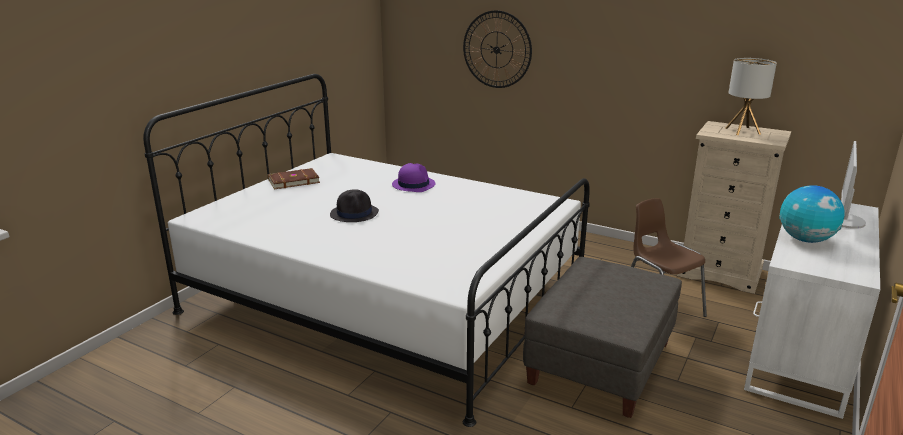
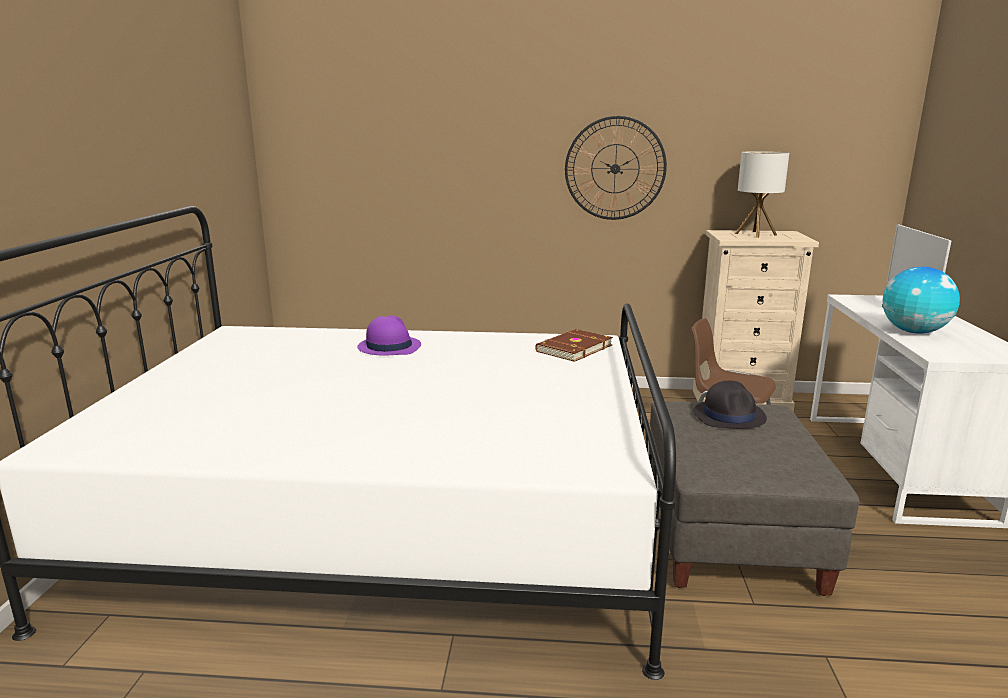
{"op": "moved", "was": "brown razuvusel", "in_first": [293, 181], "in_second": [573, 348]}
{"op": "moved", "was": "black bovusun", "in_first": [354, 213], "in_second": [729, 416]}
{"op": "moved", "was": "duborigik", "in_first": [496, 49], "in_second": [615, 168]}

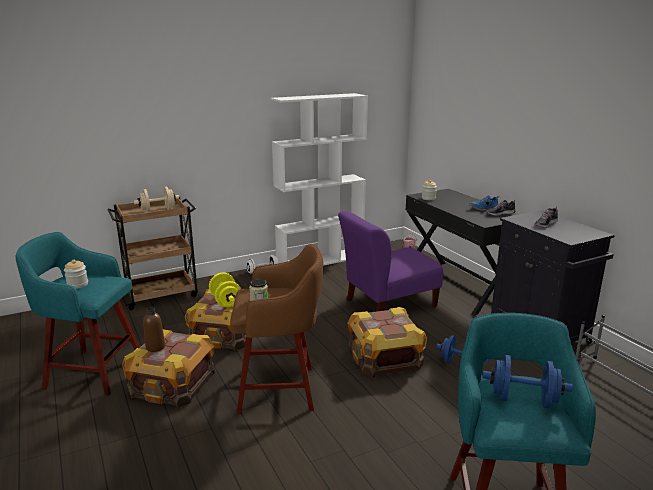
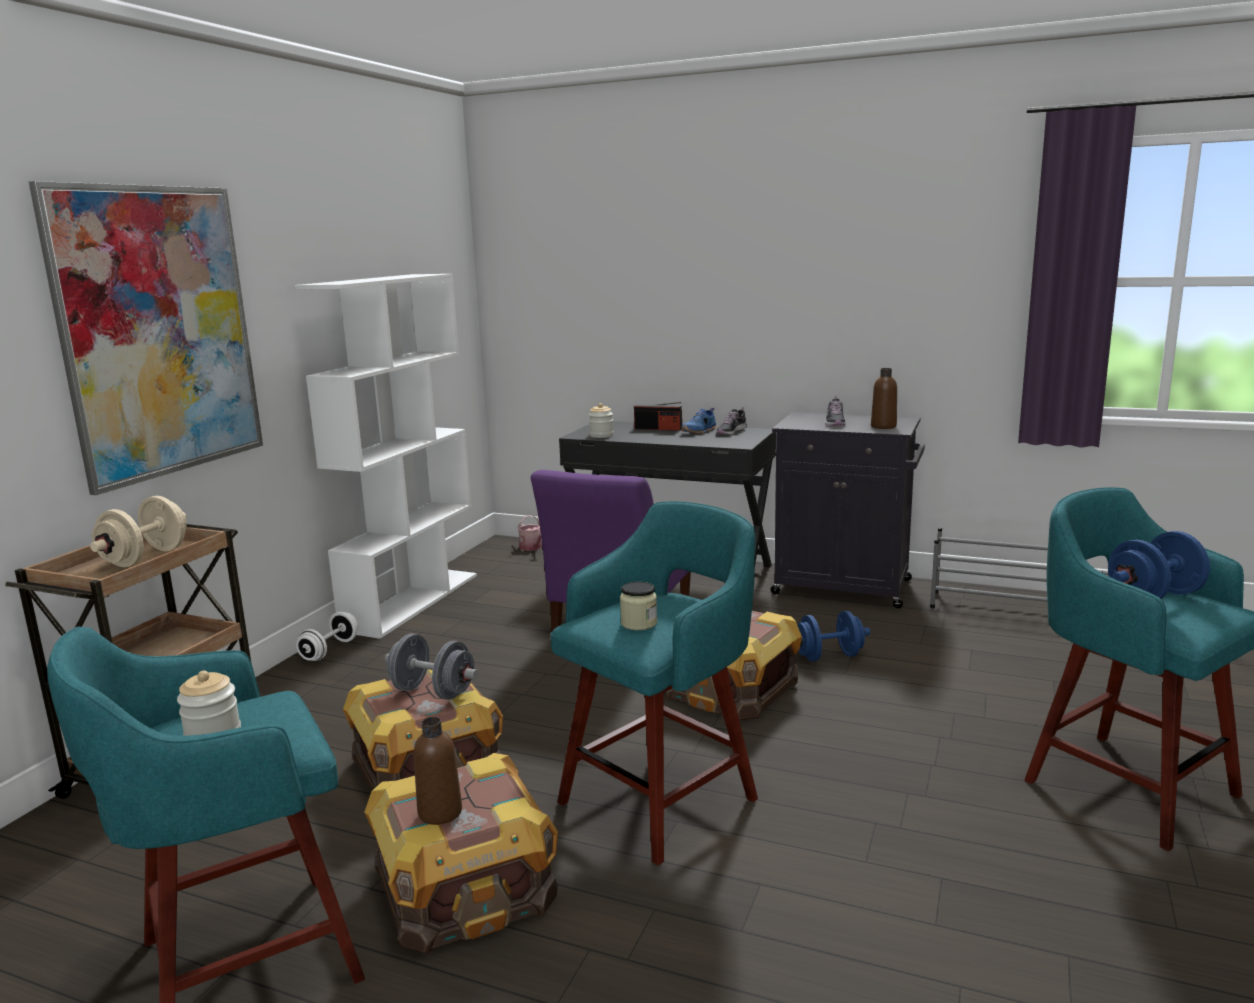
{"op": "added", "now": "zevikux", "in_second": [159, 332]}
{"op": "added", "now": "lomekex", "in_second": [658, 429]}
{"op": "added", "now": "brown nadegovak", "in_second": [883, 426]}
{"op": "recoloured", "was": "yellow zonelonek", "now": "grey zonelonek", "in_first": [226, 301], "in_second": [433, 692]}
{"op": "recoloured", "was": "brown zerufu", "now": "turquoise zerufu", "in_first": [280, 389], "in_second": [662, 798]}

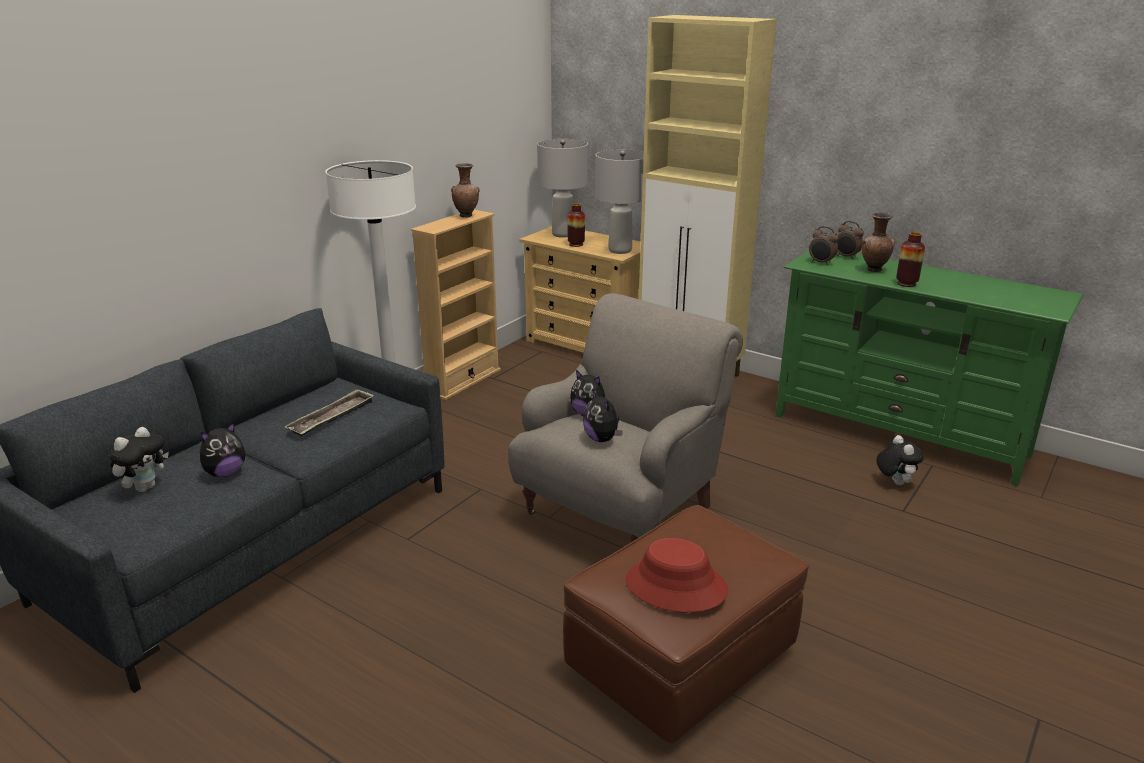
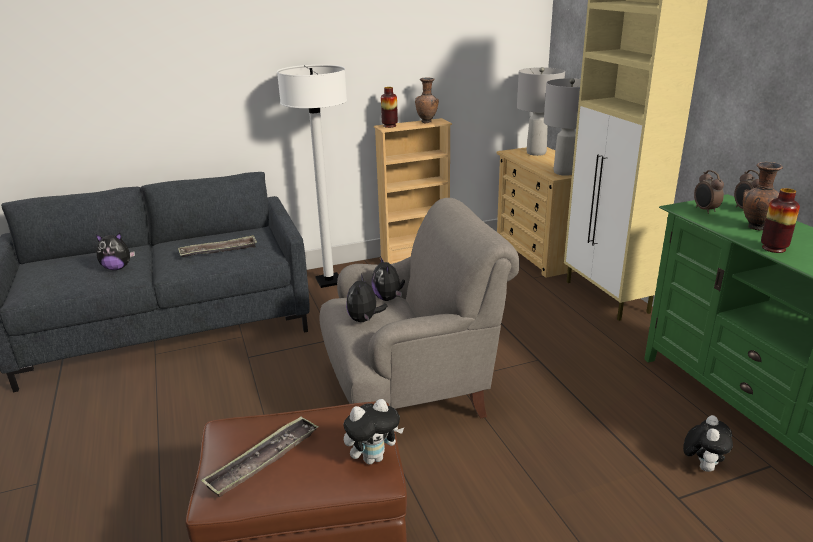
{"op": "moved", "was": "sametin", "in_first": [145, 487], "in_second": [373, 458]}
{"op": "moved", "was": "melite", "in_first": [576, 244], "in_second": [389, 126]}
{"op": "replaced", "was": "red bovusun", "now": "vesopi", "in_first": [675, 586], "in_second": [263, 460]}

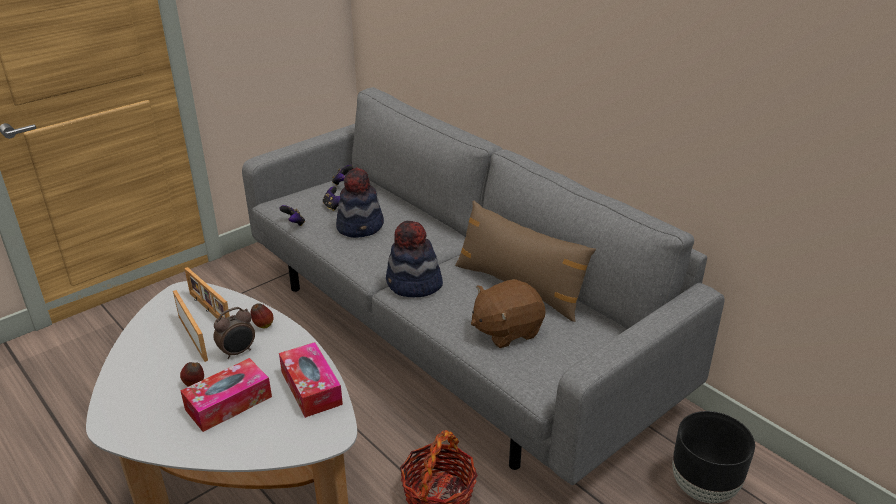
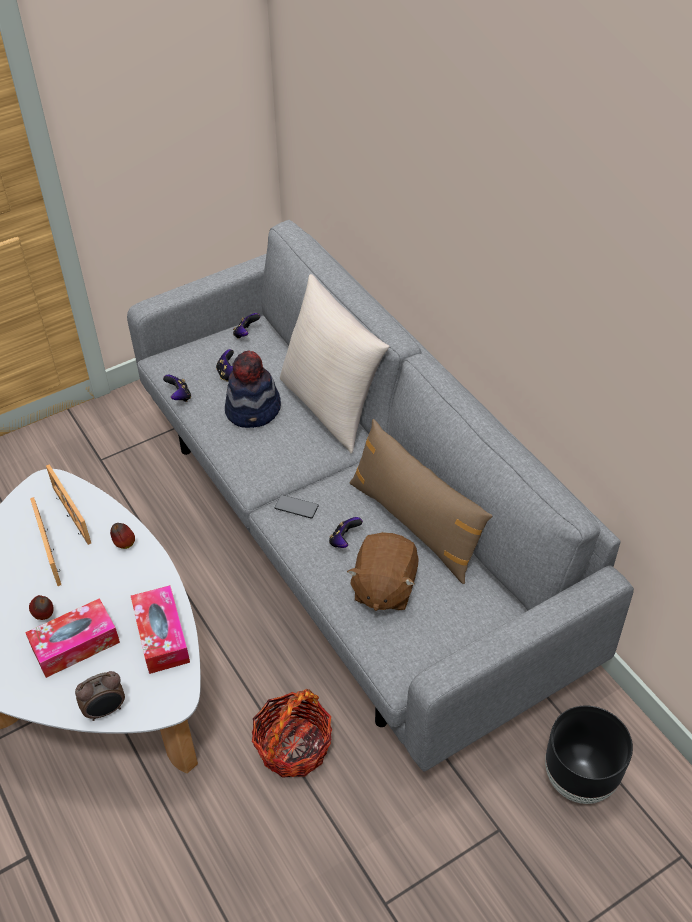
{"op": "added", "now": "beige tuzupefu", "in_second": [331, 406]}
{"op": "added", "now": "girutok", "in_second": [344, 540]}
{"op": "moved", "was": "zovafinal", "in_first": [238, 352], "in_second": [106, 710]}
{"op": "replaced", "was": "bovusun", "now": "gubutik", "in_first": [414, 285], "in_second": [296, 507]}
{"op": "turned", "was": "brown sametin", "in_first": [506, 330], "in_second": [383, 587], "clockwise": -60}

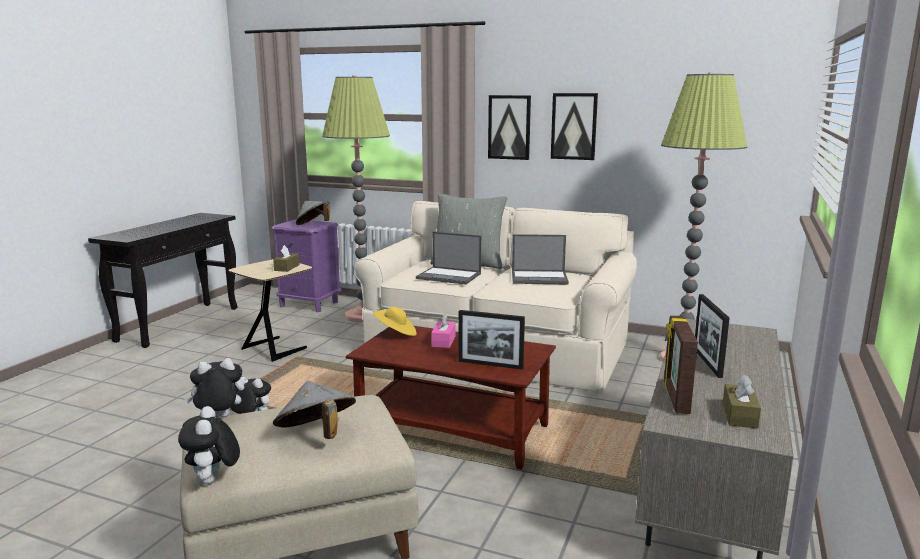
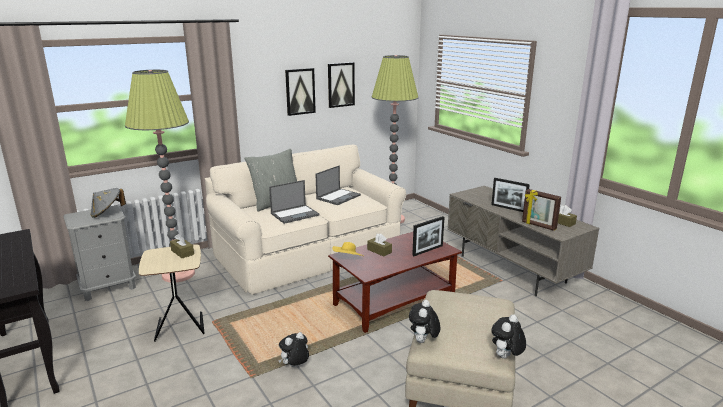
{"op": "removed", "was": "grey bovusun", "in_first": [316, 435]}
{"op": "moved", "was": "zevikux", "in_first": [509, 127], "in_second": [340, 84]}
{"op": "recoloured", "was": "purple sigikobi", "now": "grey sigikobi", "in_first": [309, 304], "in_second": [108, 287]}
{"op": "recoloured", "was": "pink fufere", "now": "brown fufere", "in_first": [443, 341], "in_second": [379, 251]}
{"op": "turned", "was": "sametin", "in_first": [213, 481], "in_second": [506, 357], "clockwise": 105}

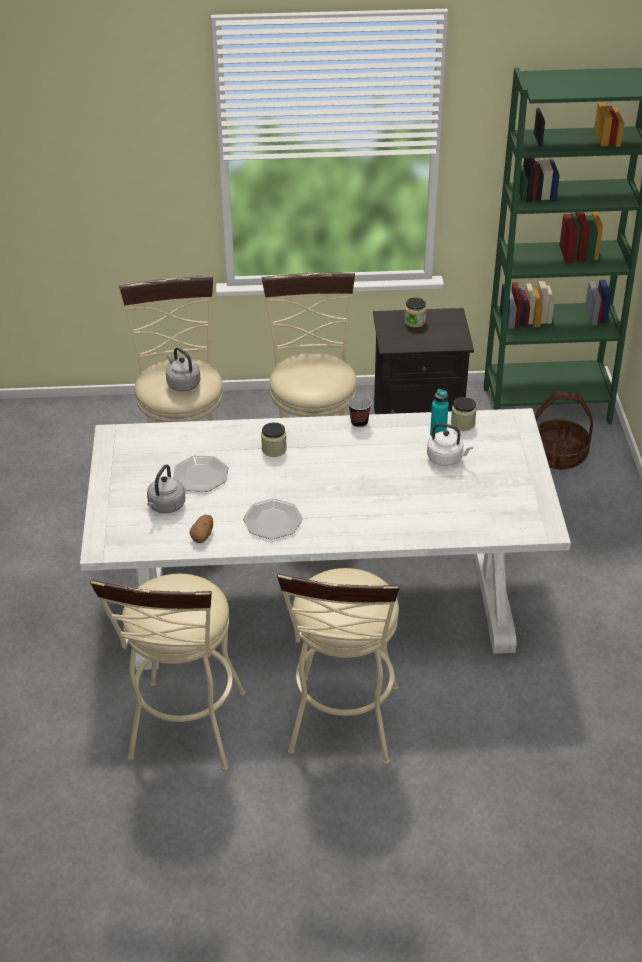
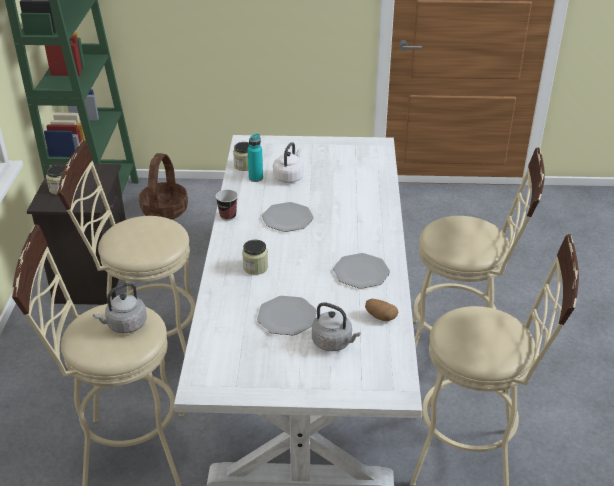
{"op": "added", "now": "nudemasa", "in_second": [287, 218]}

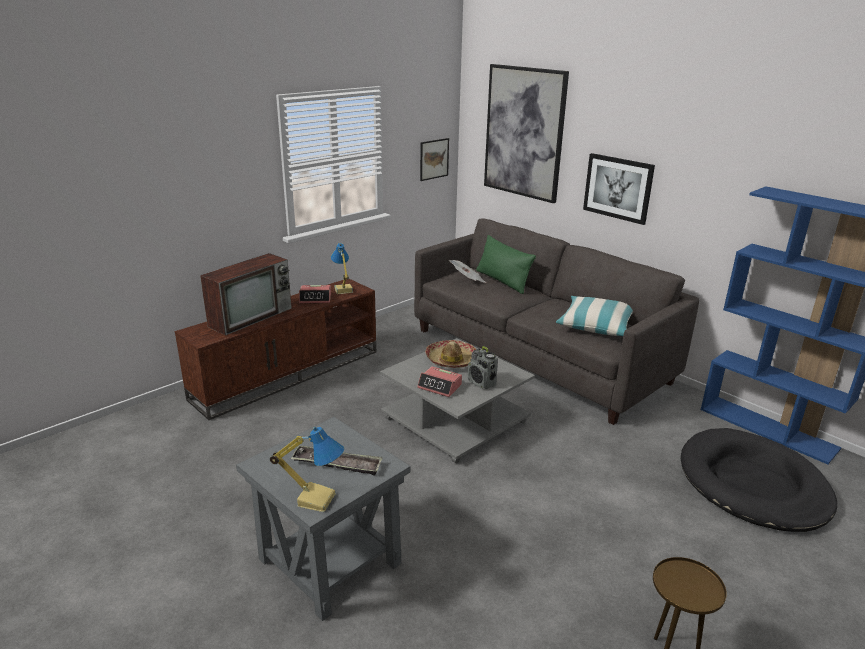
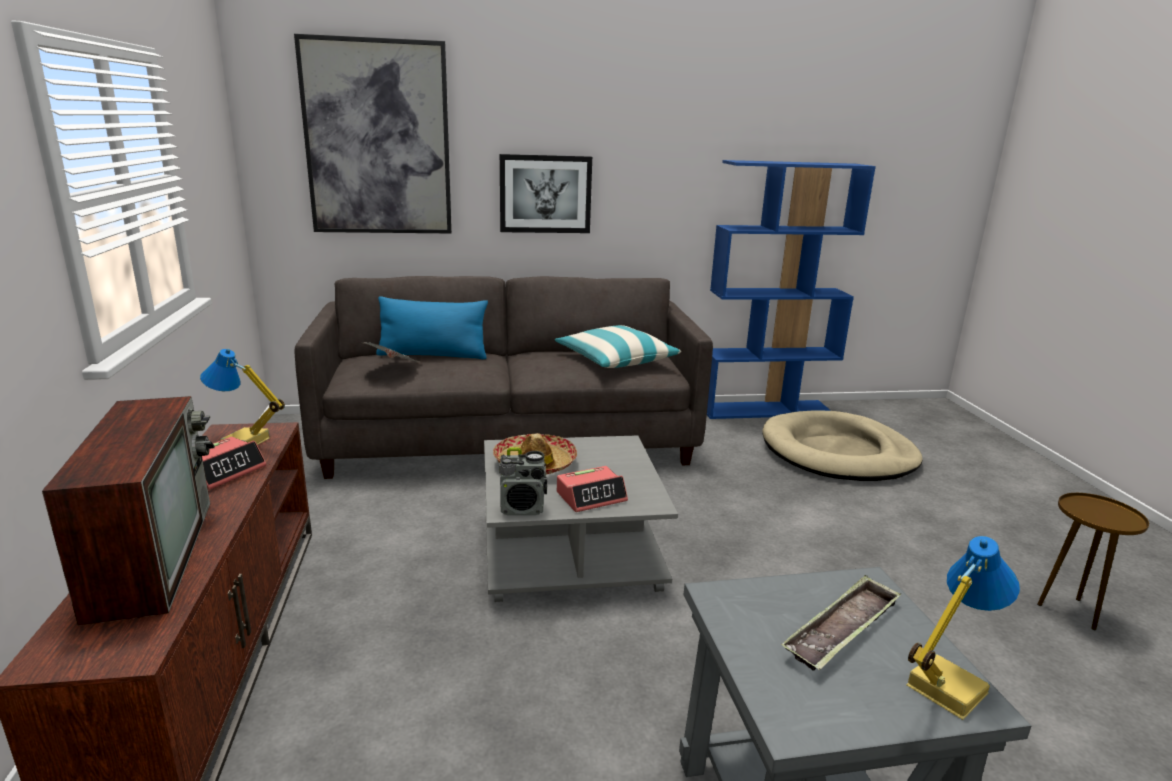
{"op": "removed", "was": "zevikux", "in_first": [434, 159]}
{"op": "moved", "was": "lomekex", "in_first": [482, 383], "in_second": [523, 509]}
{"op": "recoloured", "was": "green tuzupefu", "now": "blue tuzupefu", "in_first": [502, 281], "in_second": [433, 355]}
{"op": "recoloured", "was": "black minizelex", "now": "beige minizelex", "in_first": [752, 484], "in_second": [838, 453]}

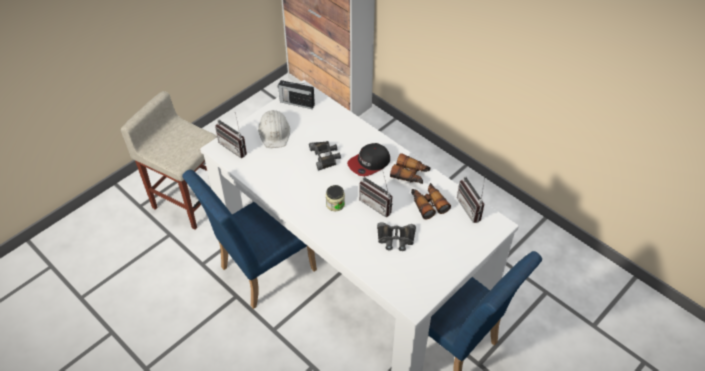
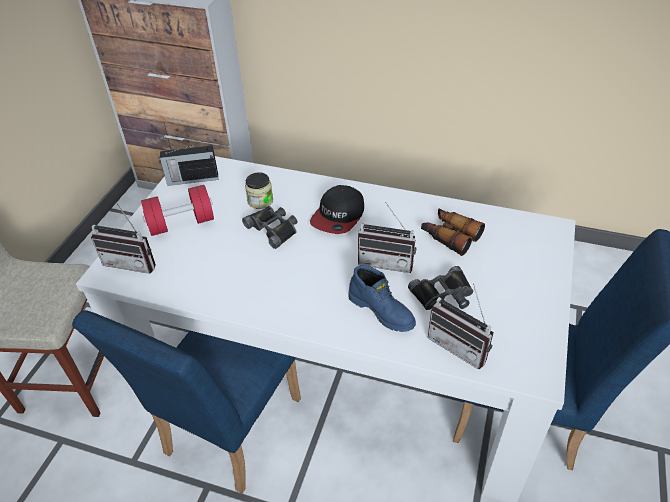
{"op": "removed", "was": "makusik", "in_first": [410, 174]}
{"op": "added", "now": "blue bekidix", "in_second": [382, 310]}
{"op": "moved", "was": "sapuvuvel", "in_first": [335, 204], "in_second": [260, 201]}
{"op": "moved", "was": "lomekex", "in_first": [472, 208], "in_second": [461, 345]}
{"op": "replaced", "was": "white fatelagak", "now": "red zonelonek", "in_first": [274, 132], "in_second": [181, 223]}

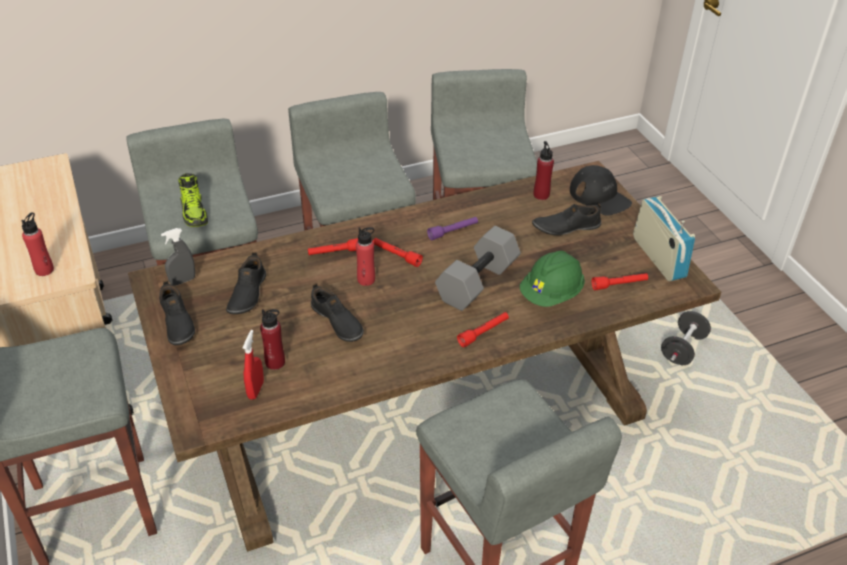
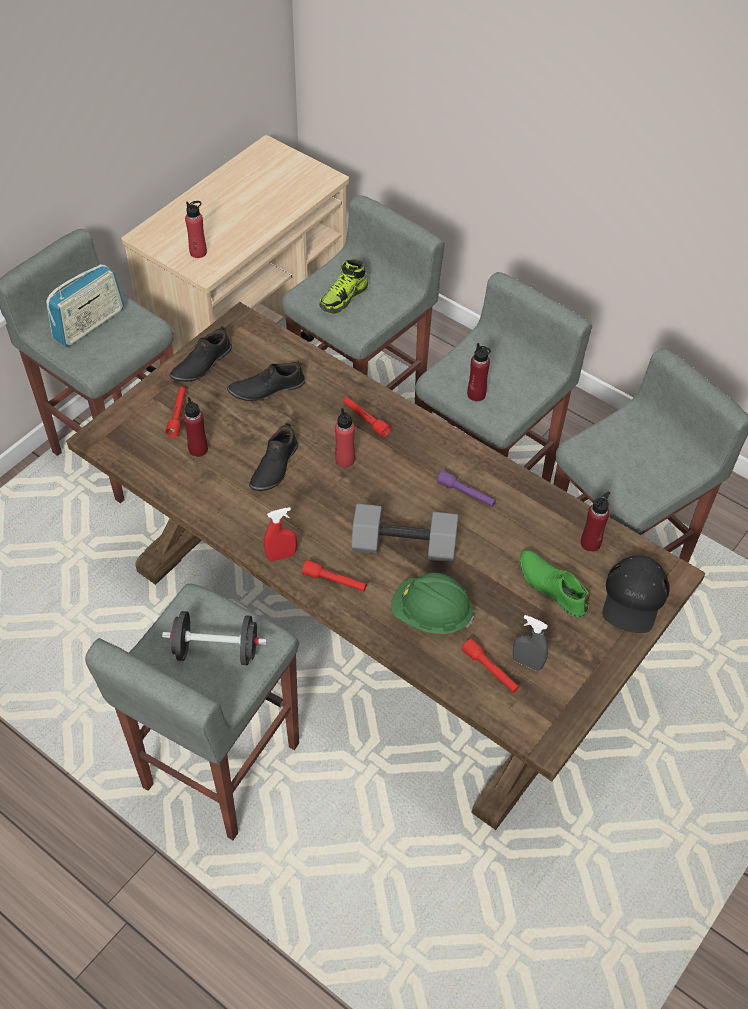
{"op": "added", "now": "red nadegovak", "in_second": [476, 394]}
{"op": "moved", "was": "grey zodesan", "in_first": [182, 281], "in_second": [527, 663]}
{"op": "moved", "was": "red zodesan", "in_first": [255, 390], "in_second": [281, 556]}
{"op": "moved", "was": "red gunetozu", "in_first": [396, 255], "in_second": [178, 415]}
{"op": "moved", "was": "lomekex", "in_first": [658, 257], "in_second": [89, 324]}
{"op": "moved", "was": "black zonelonek", "in_first": [682, 349], "in_second": [216, 650]}
{"op": "recoloured", "was": "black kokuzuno", "now": "green kokuzuno", "in_first": [566, 226], "in_second": [552, 586]}

